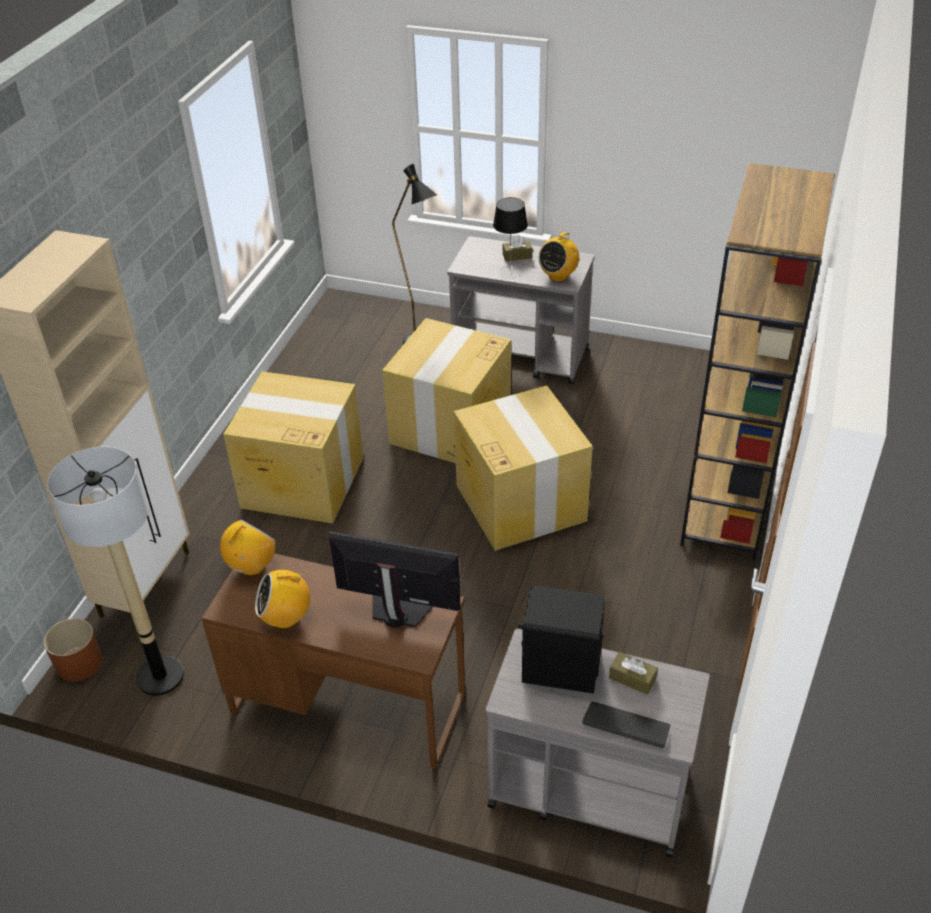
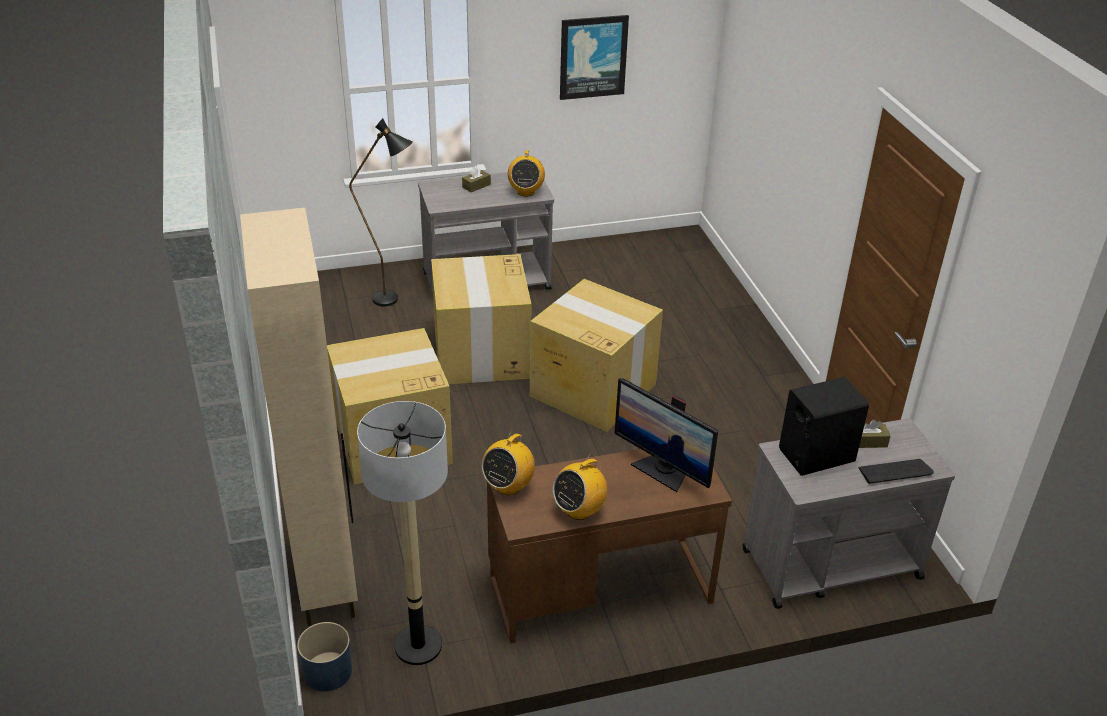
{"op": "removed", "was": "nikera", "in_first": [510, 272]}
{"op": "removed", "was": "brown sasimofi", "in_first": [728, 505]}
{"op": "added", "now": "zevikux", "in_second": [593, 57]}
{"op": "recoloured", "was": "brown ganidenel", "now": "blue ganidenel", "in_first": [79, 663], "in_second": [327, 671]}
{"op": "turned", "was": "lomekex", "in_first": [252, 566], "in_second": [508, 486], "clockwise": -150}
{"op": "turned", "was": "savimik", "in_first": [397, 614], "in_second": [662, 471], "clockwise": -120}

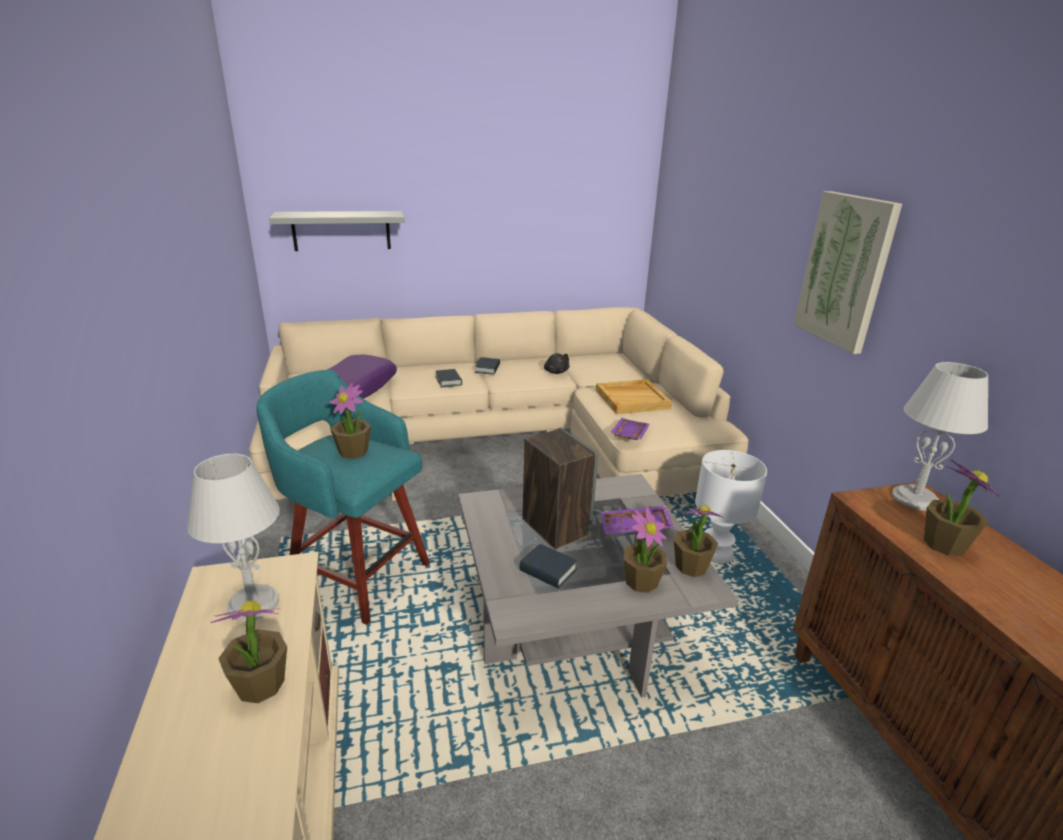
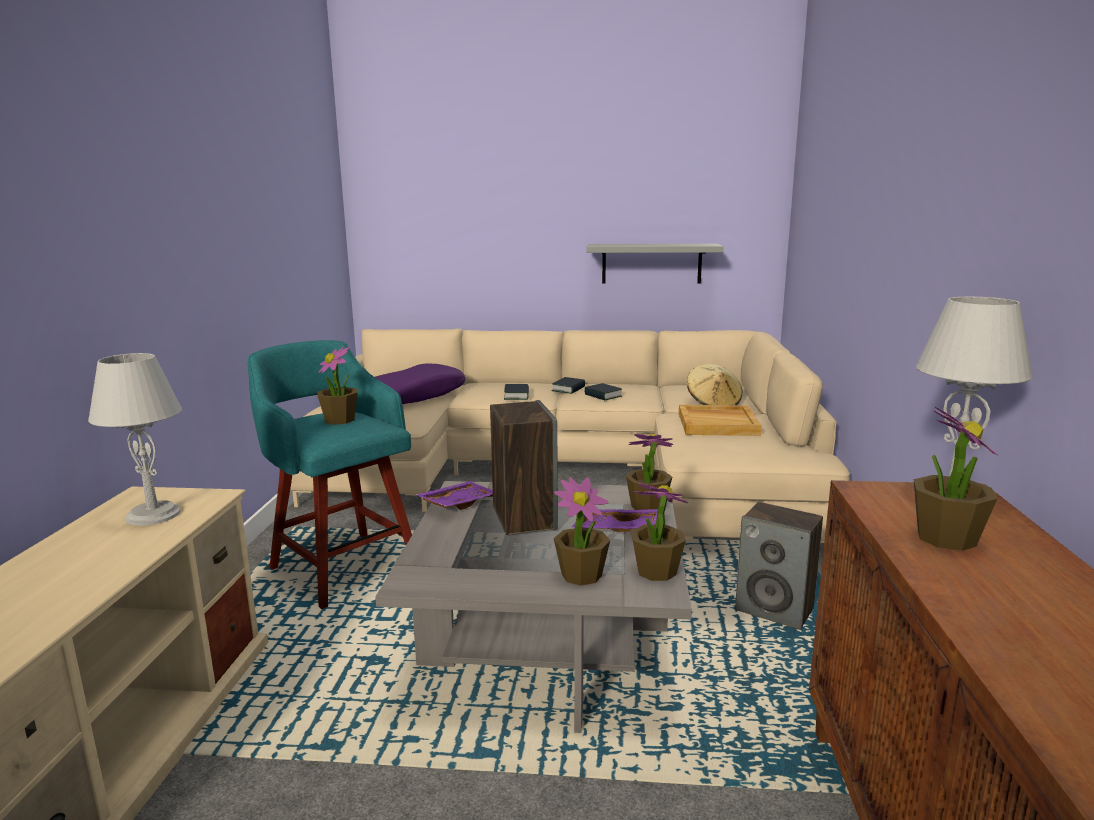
{"op": "removed", "was": "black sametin", "in_first": [556, 372]}
{"op": "removed", "was": "zevikux", "in_first": [845, 270]}
{"op": "added", "now": "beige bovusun", "in_second": [713, 403]}
{"op": "moved", "was": "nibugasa", "in_first": [260, 685], "in_second": [647, 507]}
{"op": "moved", "was": "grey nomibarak", "in_first": [341, 230], "in_second": [651, 263]}
{"op": "moved", "was": "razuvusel", "in_first": [548, 570], "in_second": [603, 395]}
{"op": "moved", "was": "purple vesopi", "in_first": [628, 435], "in_second": [458, 503]}
{"op": "replaced", "was": "white nikera", "now": "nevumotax", "in_first": [716, 553], "in_second": [775, 610]}

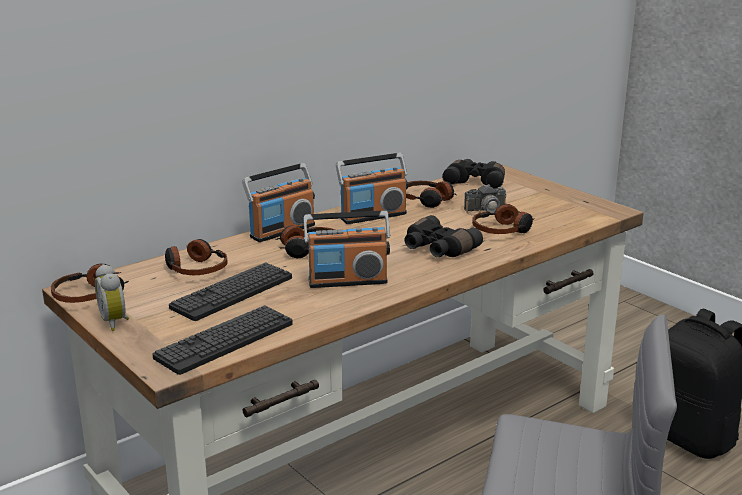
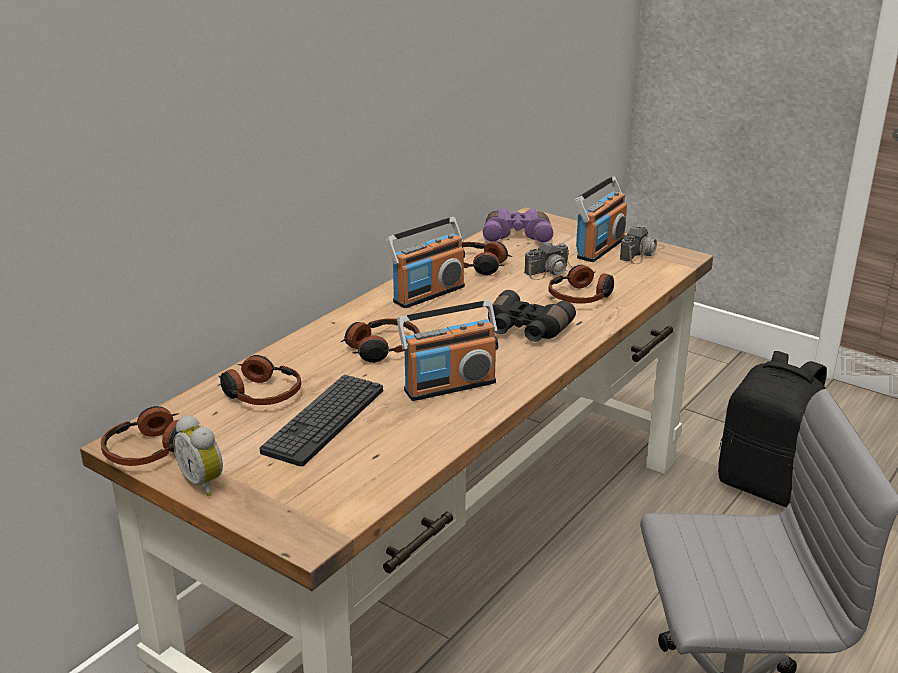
{"op": "removed", "was": "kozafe", "in_first": [225, 340]}
{"op": "added", "now": "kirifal", "in_second": [642, 253]}
{"op": "moved", "was": "lomekex", "in_first": [282, 231], "in_second": [600, 248]}
{"op": "recoloured", "was": "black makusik", "now": "purple makusik", "in_first": [476, 182], "in_second": [517, 235]}

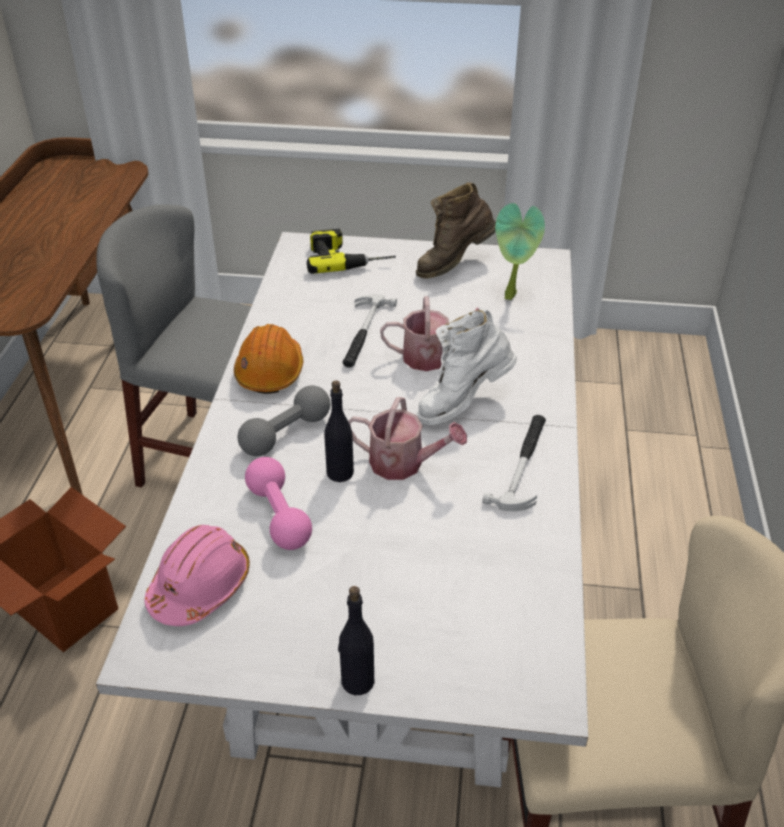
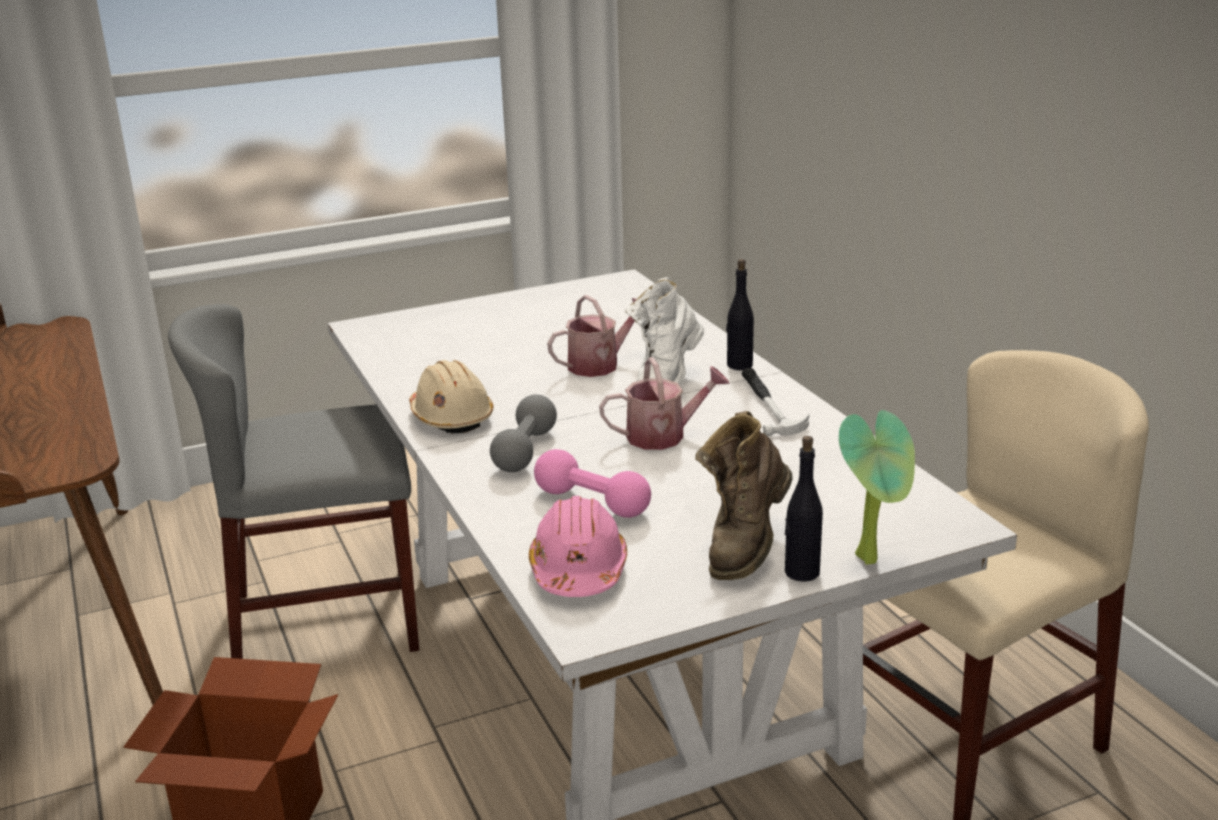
{"op": "removed", "was": "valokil", "in_first": [348, 257]}
{"op": "removed", "was": "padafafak", "in_first": [363, 333]}
{"op": "moved", "was": "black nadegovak", "in_first": [340, 472], "in_second": [739, 365]}
{"op": "moved", "was": "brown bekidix", "in_first": [453, 265], "in_second": [745, 546]}
{"op": "moved", "was": "nibugasa", "in_first": [512, 297], "in_second": [872, 558]}
{"op": "recoloured", "was": "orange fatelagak", "now": "beige fatelagak", "in_first": [270, 372], "in_second": [451, 417]}

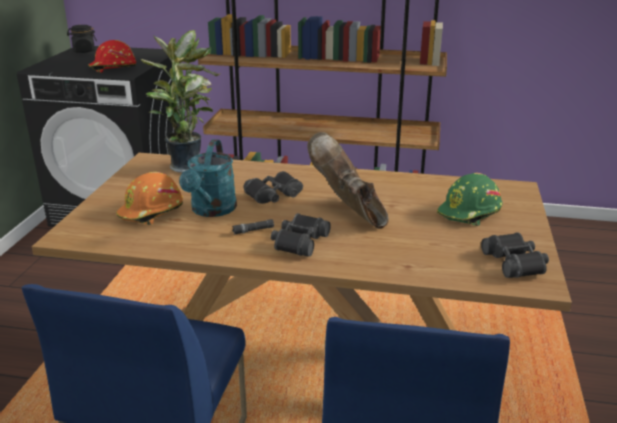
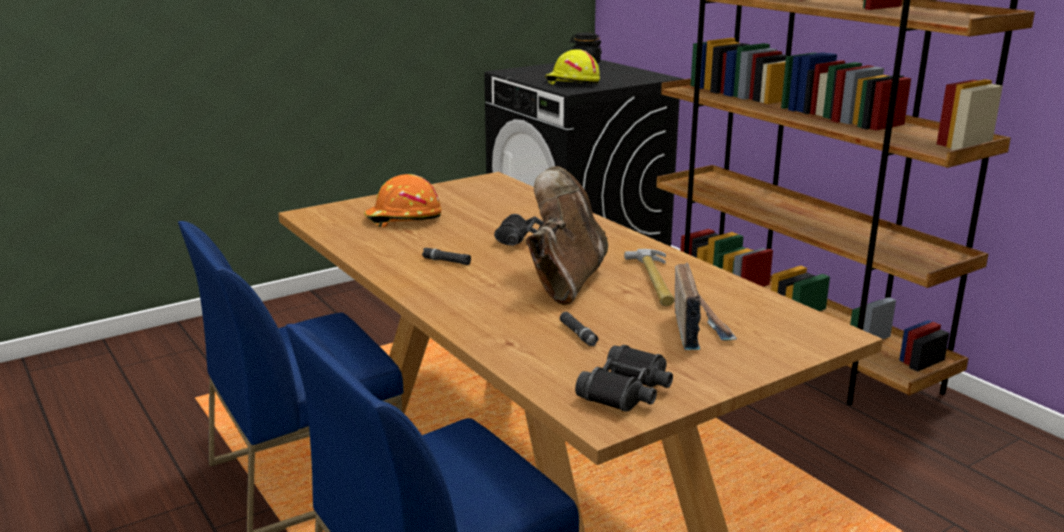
{"op": "removed", "was": "nibugasa", "in_first": [187, 166]}
{"op": "removed", "was": "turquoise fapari", "in_first": [211, 211]}
{"op": "removed", "was": "black makusik", "in_first": [299, 242]}
{"op": "added", "now": "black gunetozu", "in_second": [578, 334]}
{"op": "added", "now": "padafafak", "in_second": [653, 281]}
{"op": "replaced", "was": "green fatelagak", "now": "lomekex", "in_first": [470, 213], "in_second": [698, 331]}
{"op": "recoloured", "was": "red fatelagak", "now": "yellow fatelagak", "in_first": [112, 68], "in_second": [572, 82]}

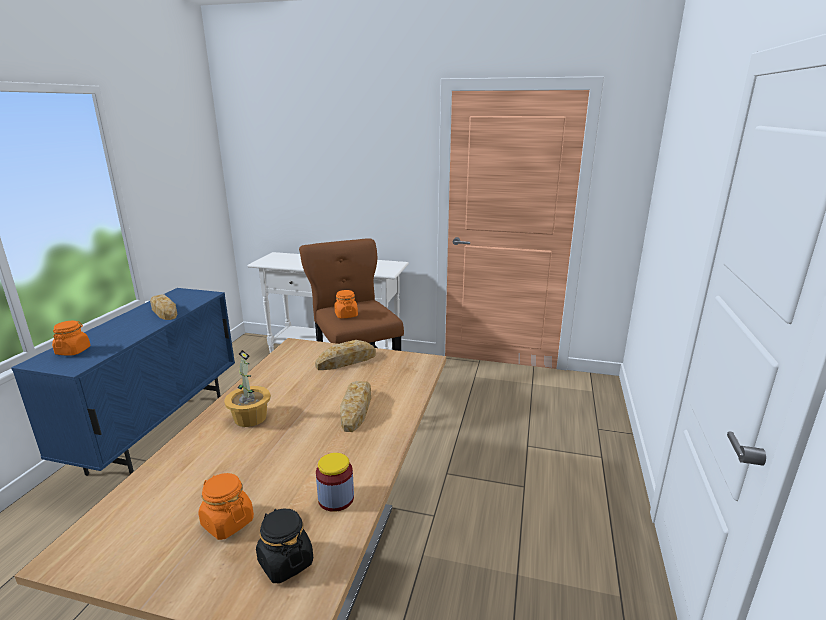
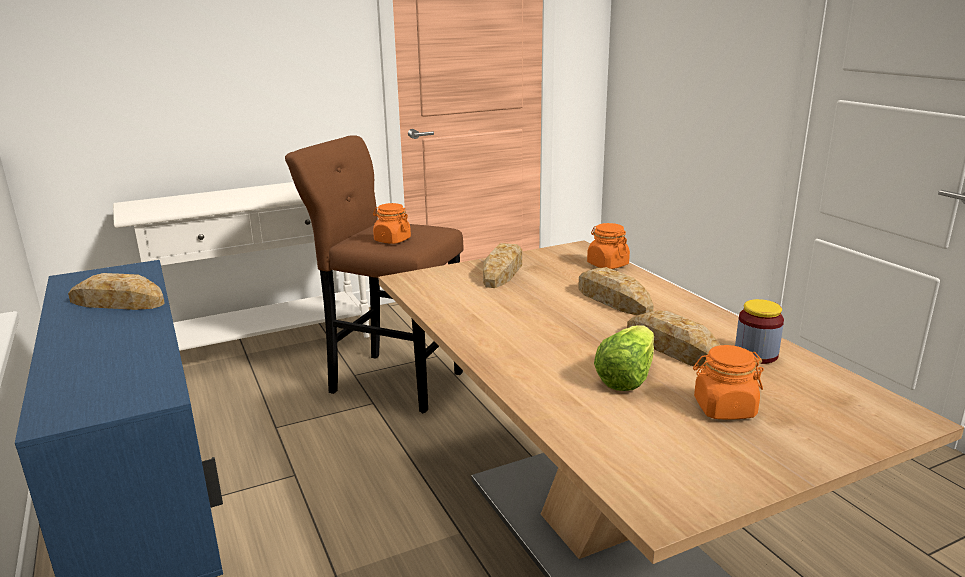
{"op": "removed", "was": "nibugasa", "in_first": [249, 418]}
{"op": "removed", "was": "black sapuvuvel", "in_first": [285, 562]}
{"op": "added", "now": "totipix", "in_second": [626, 377]}
{"op": "added", "now": "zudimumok", "in_second": [672, 347]}
{"op": "moved", "was": "orange sapuvuvel", "in_first": [73, 351], "in_second": [607, 264]}

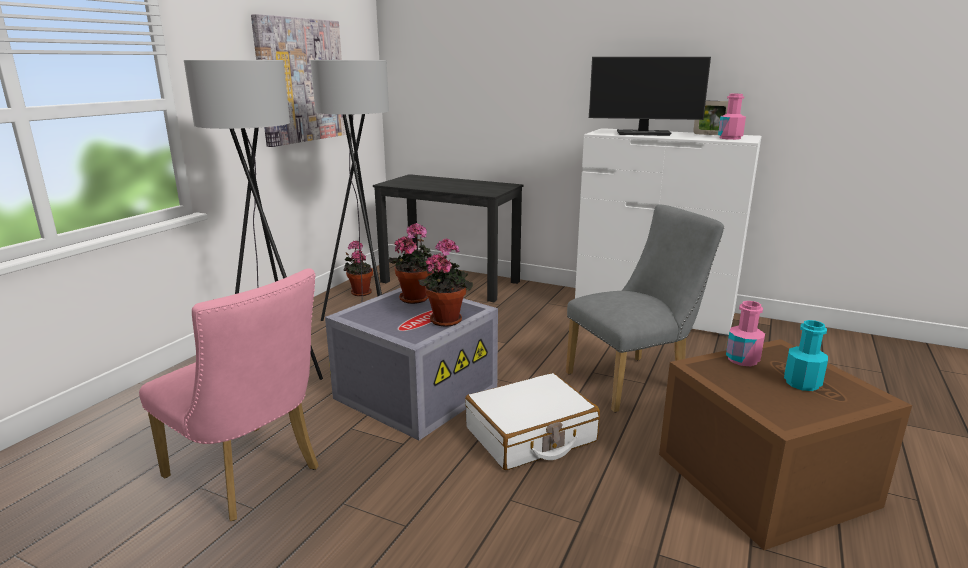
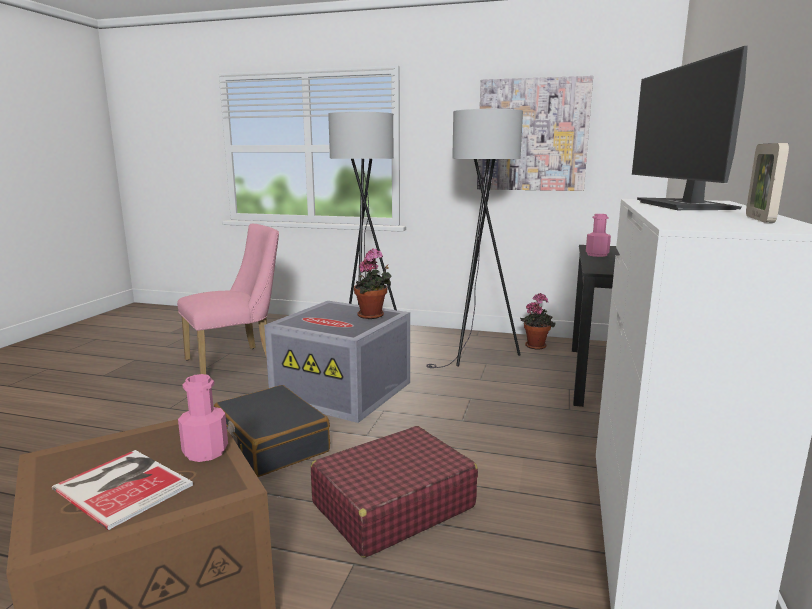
{"op": "removed", "was": "nibugasa", "in_first": [447, 319]}
{"op": "moved", "was": "pink nadegovak", "in_first": [730, 138], "in_second": [597, 255]}
{"op": "replaced", "was": "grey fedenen", "now": "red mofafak", "in_first": [634, 381], "in_second": [392, 505]}
{"op": "replaced", "was": "turquoise nadegovak", "now": "razuvusel", "in_first": [802, 383], "in_second": [124, 485]}
{"op": "recoloured", "was": "white mofafak", "now": "black mofafak", "in_first": [530, 435], "in_second": [271, 443]}
{"op": "turned", "was": "pink fedenen", "in_first": [250, 476], "in_second": [237, 361], "clockwise": -150}

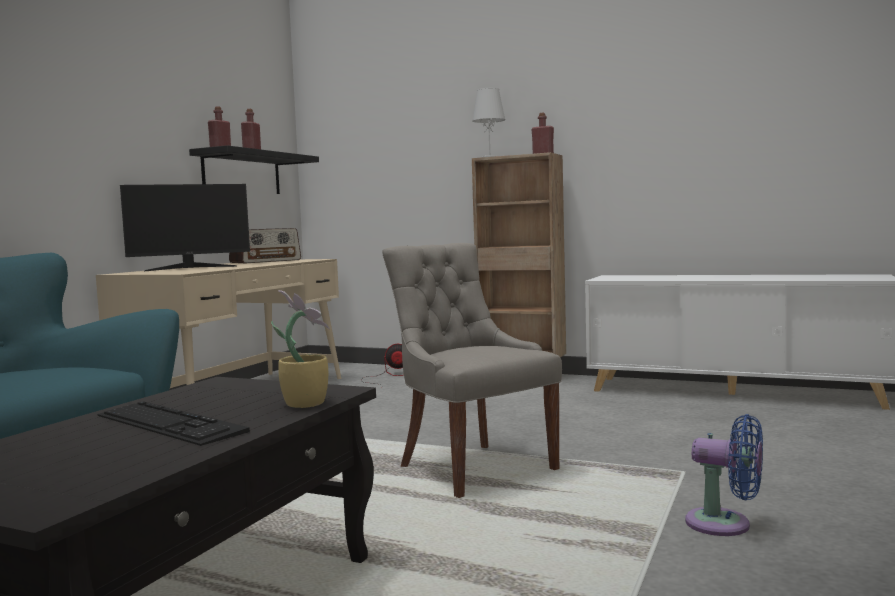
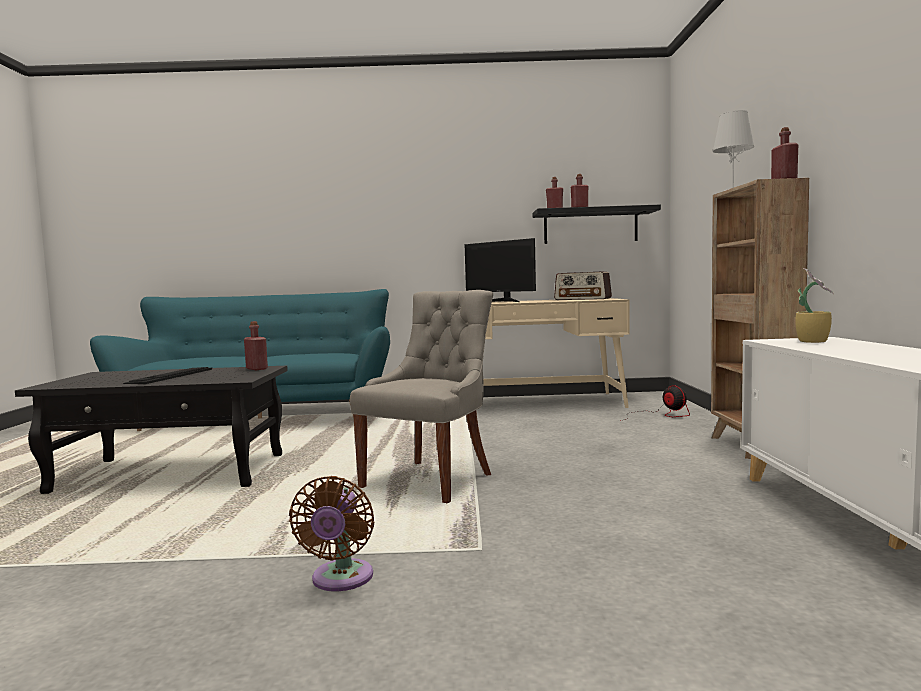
{"op": "added", "now": "red nadegovak", "in_second": [256, 369]}
{"op": "moved", "was": "nibugasa", "in_first": [305, 403], "in_second": [813, 341]}
{"op": "recoloured", "was": "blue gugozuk", "now": "brown gugozuk", "in_first": [725, 524], "in_second": [340, 580]}

